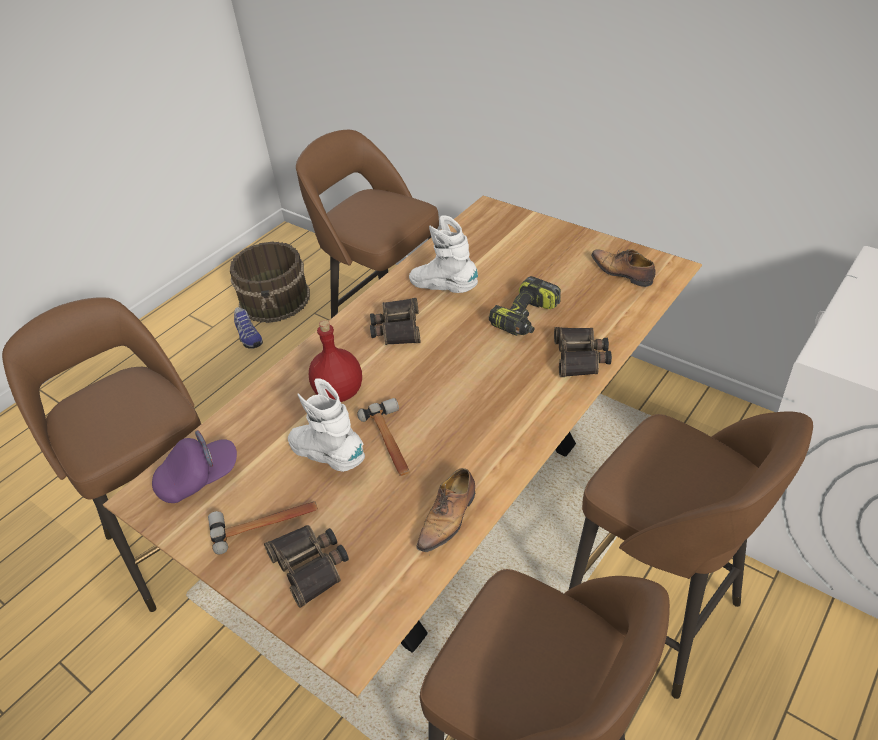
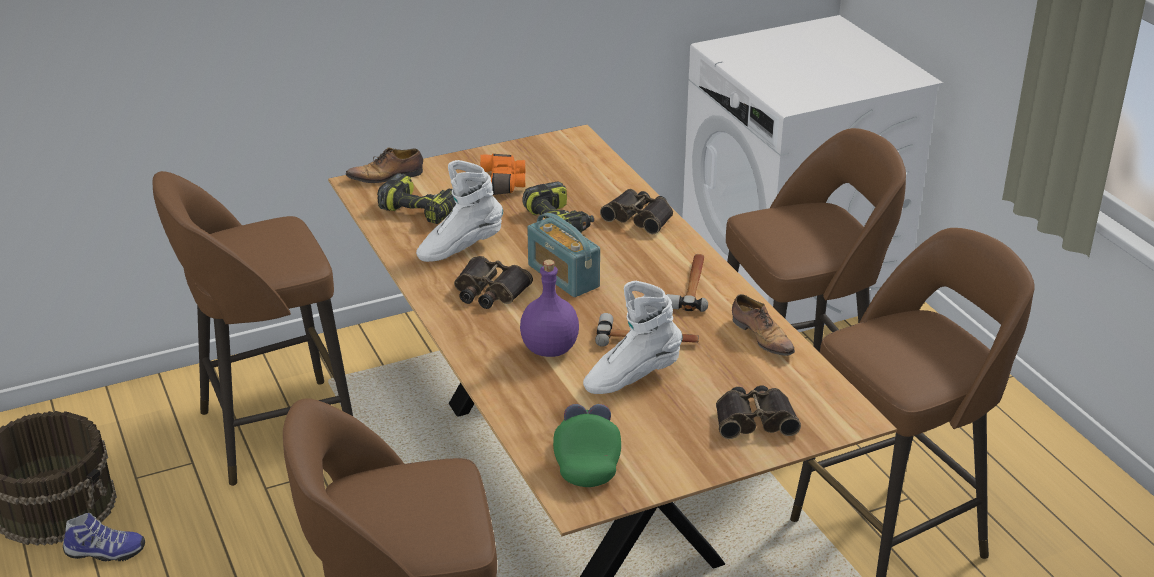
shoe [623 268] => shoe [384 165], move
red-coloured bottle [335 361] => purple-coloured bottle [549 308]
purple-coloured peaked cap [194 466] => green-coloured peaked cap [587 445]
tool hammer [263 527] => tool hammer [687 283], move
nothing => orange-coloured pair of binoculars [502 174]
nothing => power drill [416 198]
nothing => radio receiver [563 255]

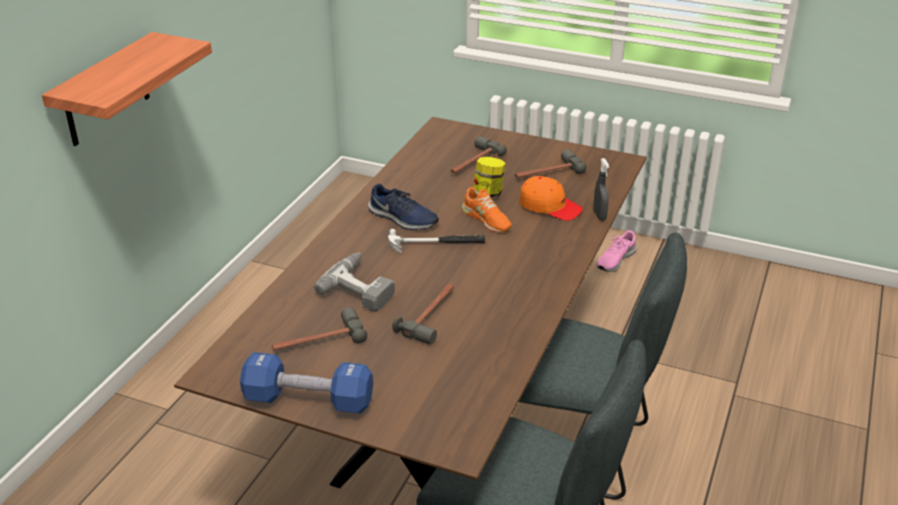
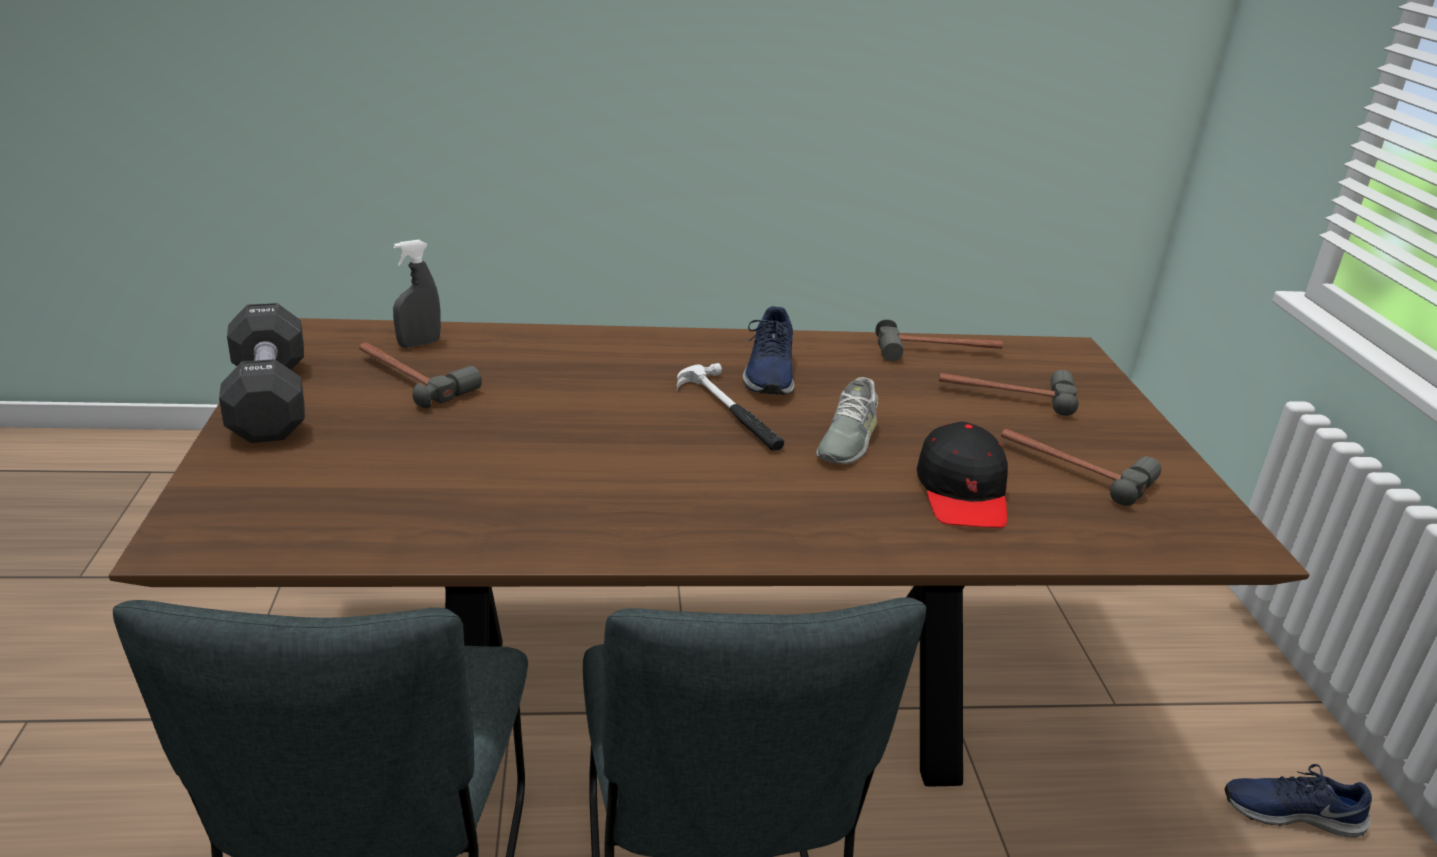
wall shelf [127 89] => nothing
preserve jar [489 177] => nothing
greyish hand sprayer [601 189] => greyish hand sprayer [417 294], move
orange-coloured peaked cap [551 198] => blackish peaked cap [962 475]
orange-coloured shoe [487 209] => greyish shoe [847 420]
pink shoe [617 251] => blue-coloured shoe [1298 801]
power drill [354 282] => nothing
tool hammer [423 314] => tool hammer [939 340], move
blue-coloured free weight [306 383] => blackish free weight [262 373]

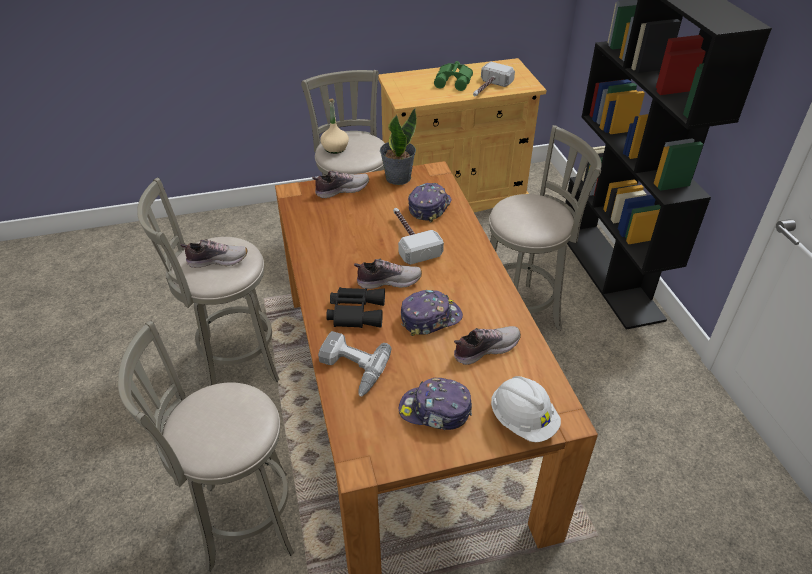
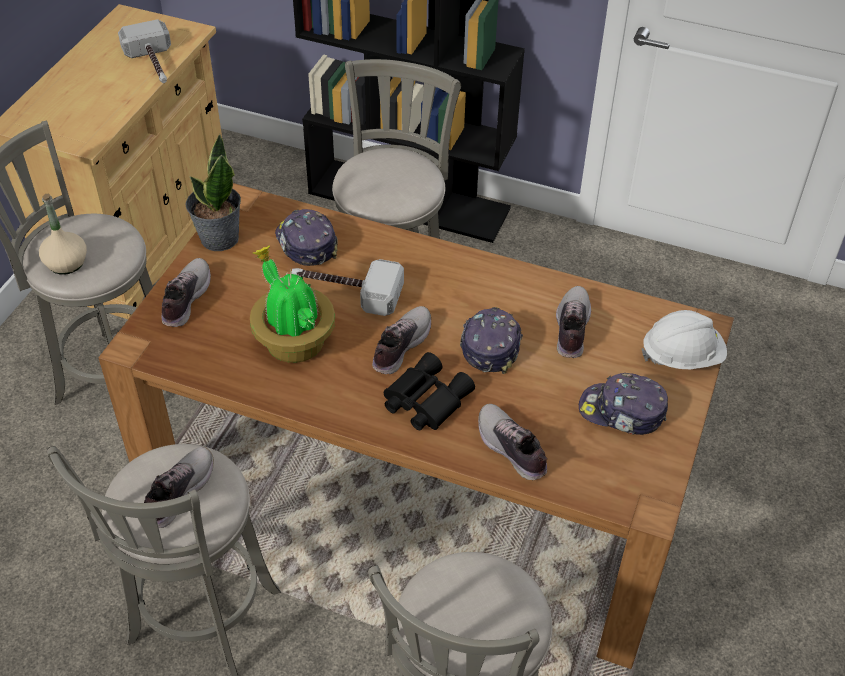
green-coloured pair of binoculars [453 76] => nothing
power drill [354 363] => shoe [512 442]
peaked cap [435 404] => peaked cap [623 404], 60 degrees clockwise
nothing => plant in a pot [292 304]

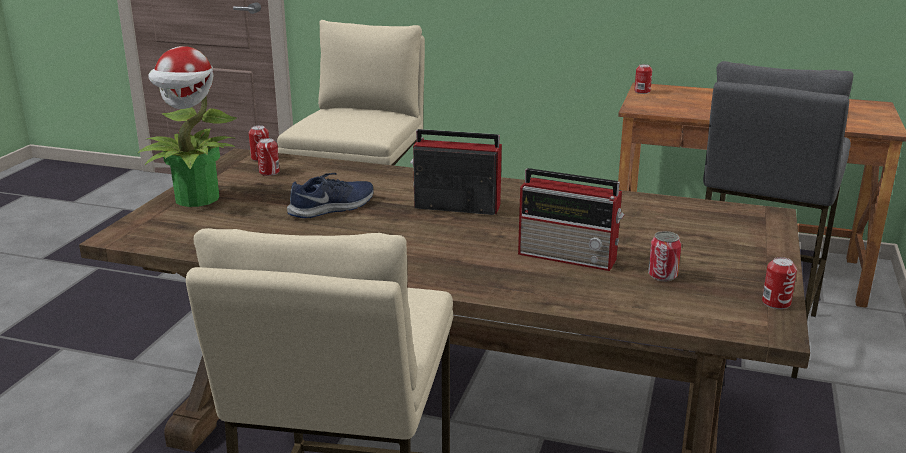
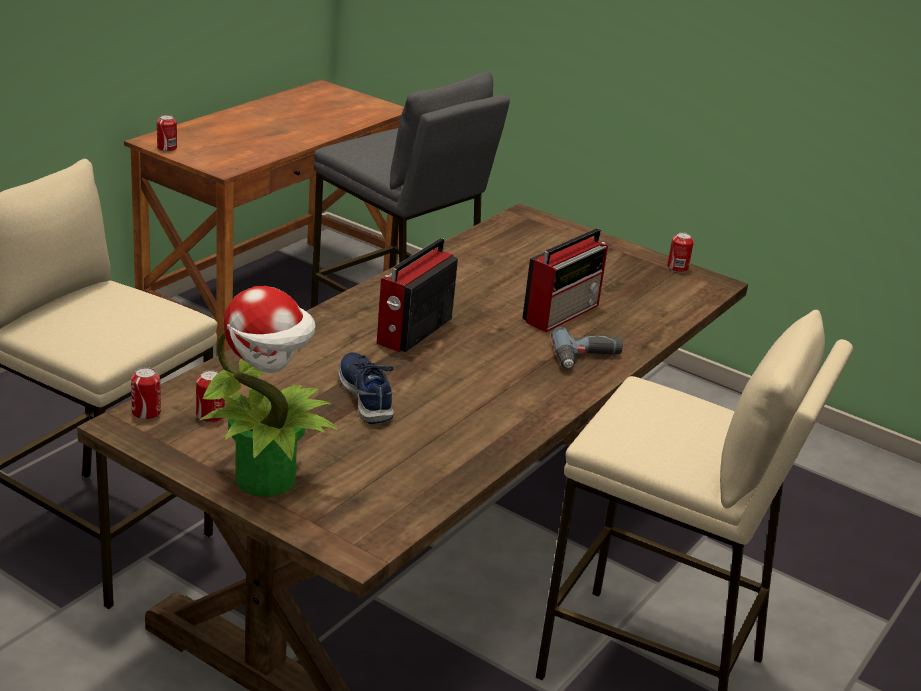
metal can [664 256] => nothing
nothing => power drill [587 348]

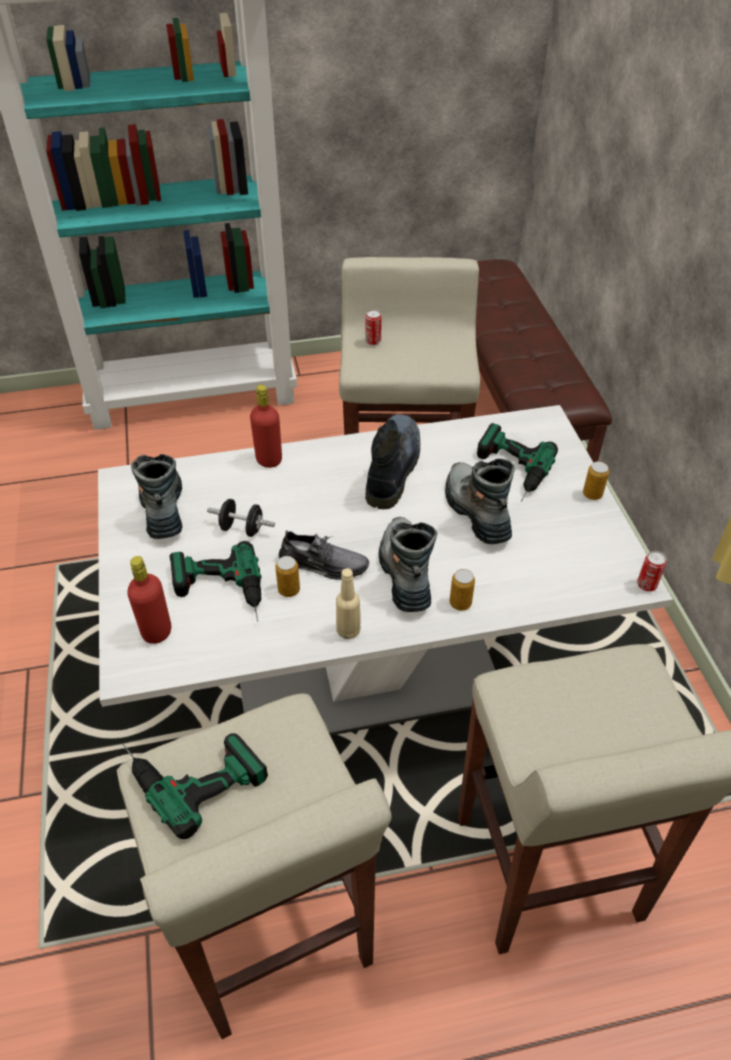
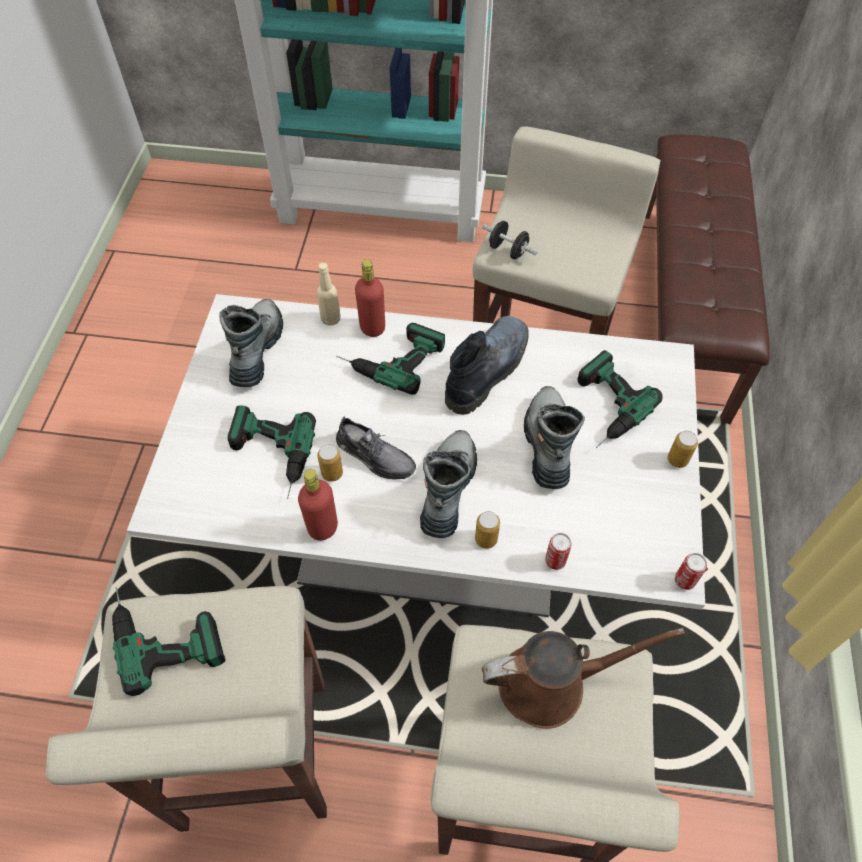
metal can [373 327] => metal can [558 551], move
blackish free weight [241 518] => blackish free weight [510 240], move
red-coloured bottle [149 600] => red-coloured bottle [318 505], move
beige bottle [348 603] => beige bottle [329 294], move
nothing => power drill [390 359]
nothing => brown-coloured watering pot [583 678]

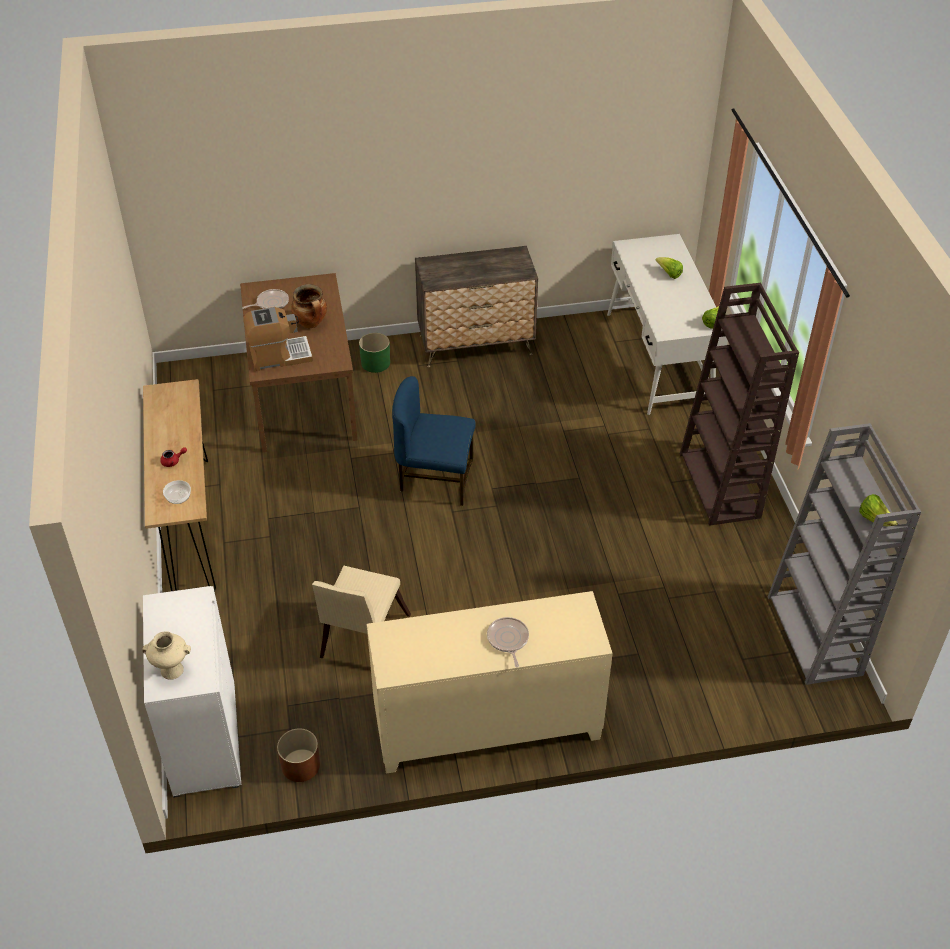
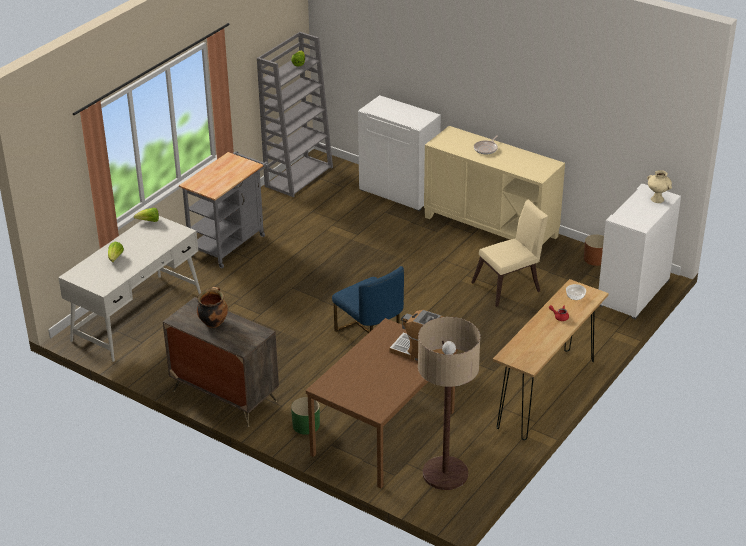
brown-coloured bookshelf [739 404] => greyish wheeled cart [224 209]
stockpot [309 306] => stockpot [212 307], move
skillet [265 299] => nothing
nothing => white storage cabinet [399 153]
nothing => standing lamp [449 403]

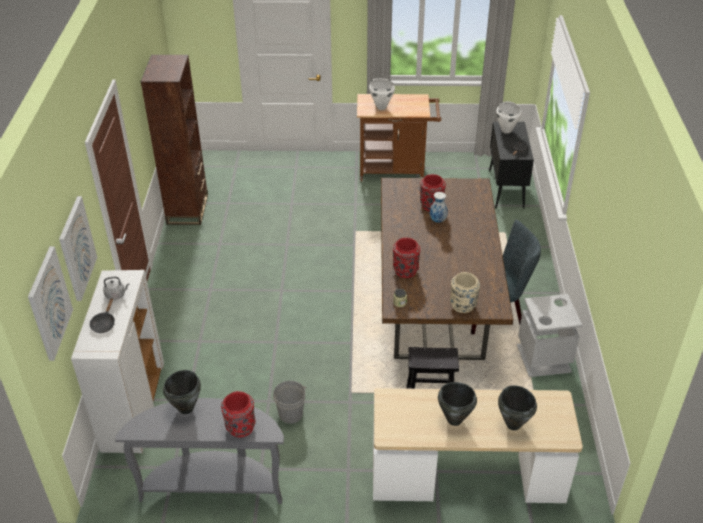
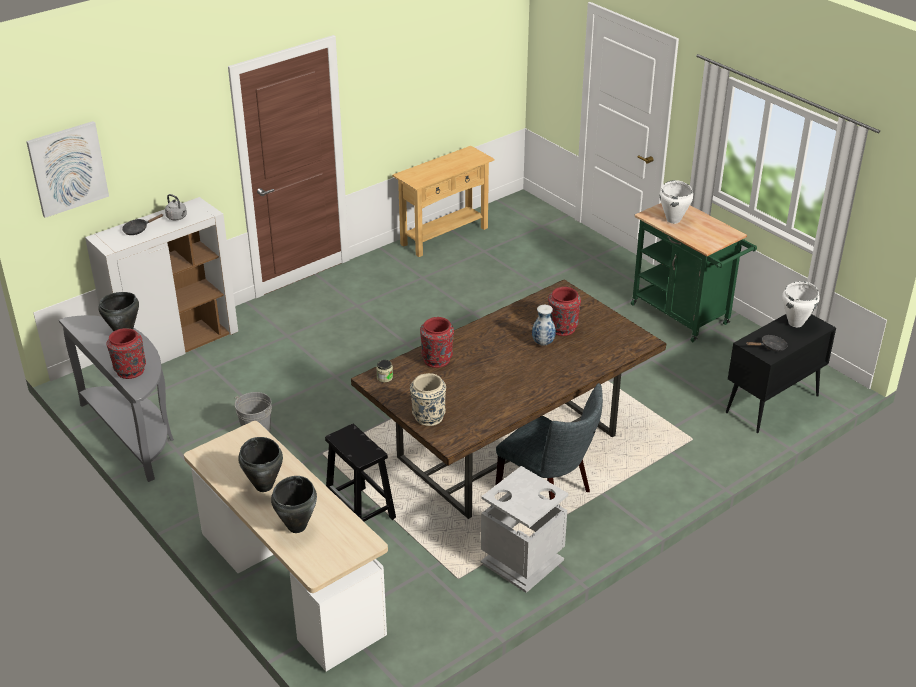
brown-coloured bookshelf [174 140] => beige hall table [443 201]
brown-coloured wheeled cart [399 137] => green-coloured wheeled cart [694 272]
picture [78 248] => nothing

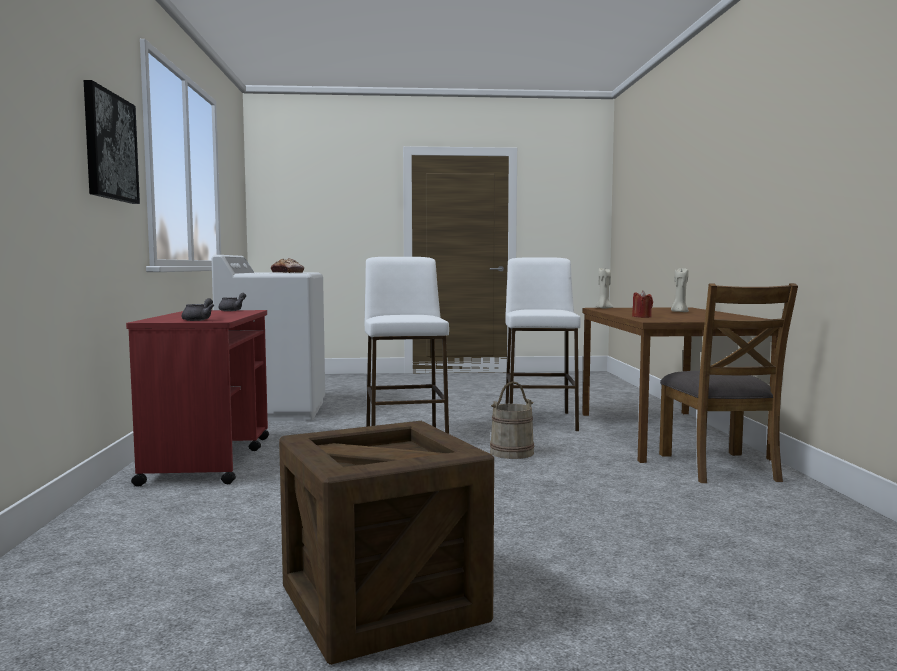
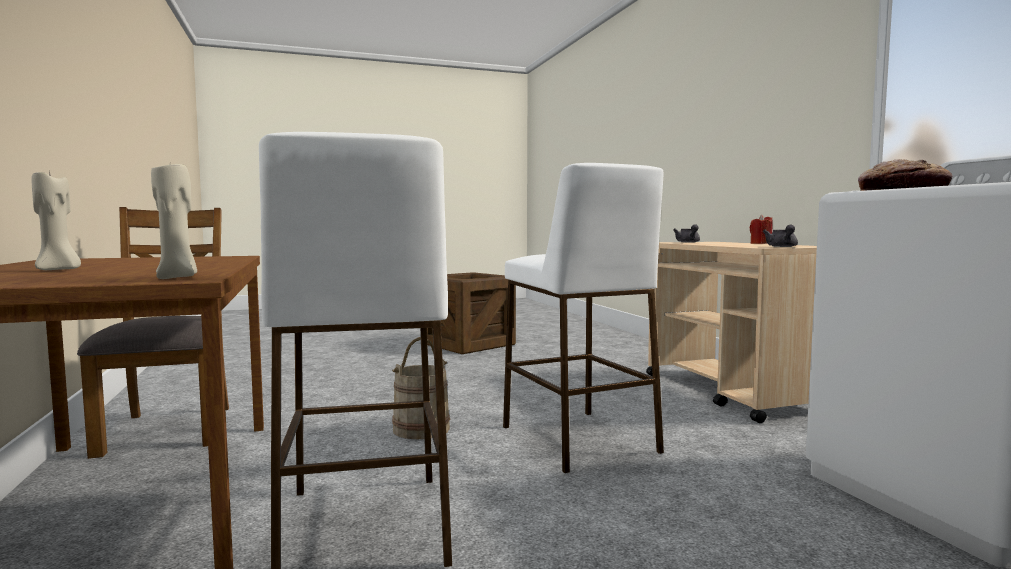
picture [112 142] => nothing
red-coloured wax light [642 304] => red-coloured wax light [761 229], move
red-coloured wheeled cart [197 398] => beige wheeled cart [731 332]

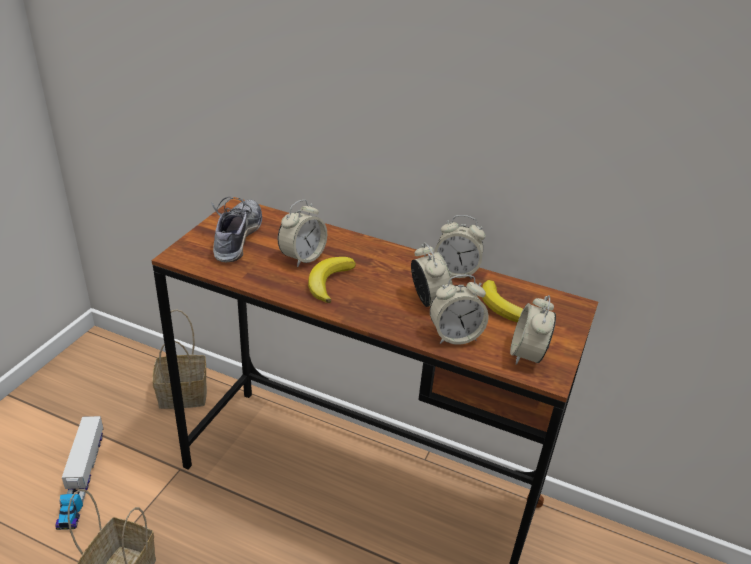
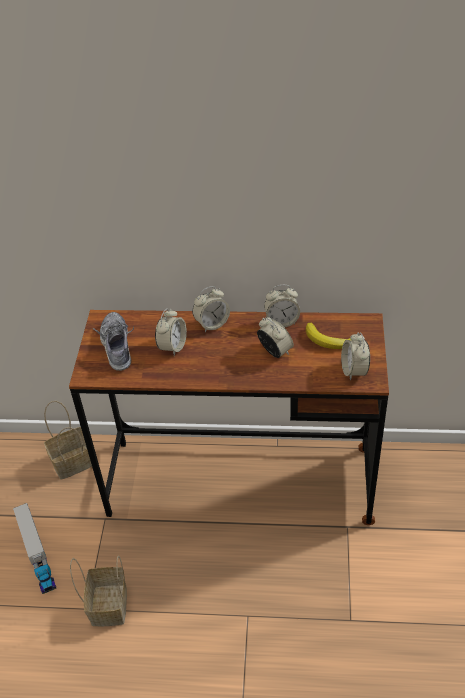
banana [332 280] => nothing
bedside clock [459 310] => bedside clock [211 309], move

